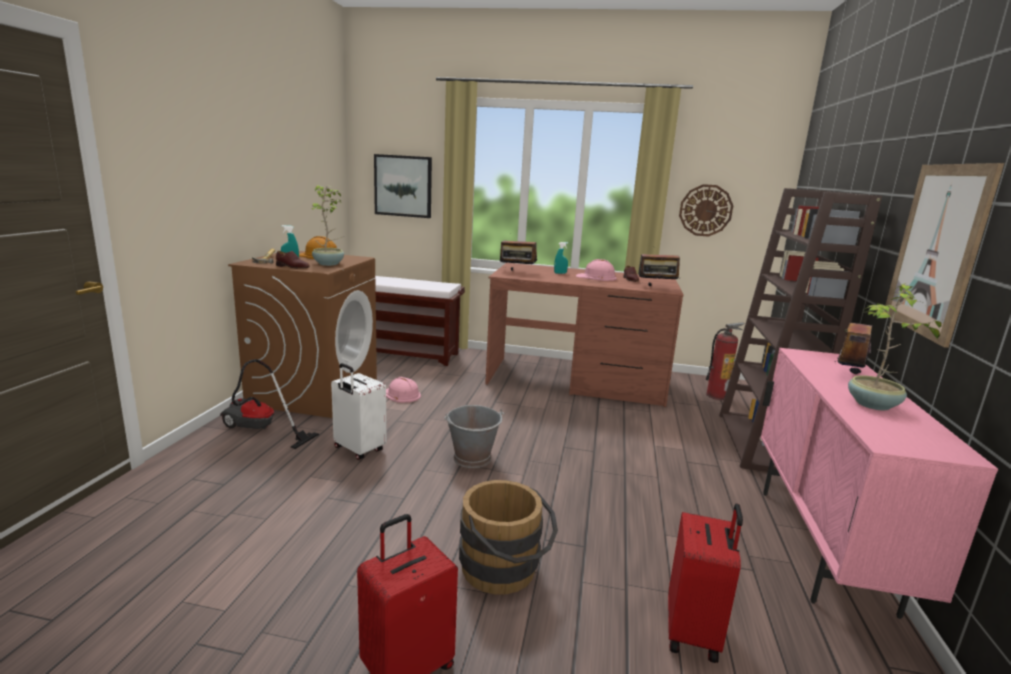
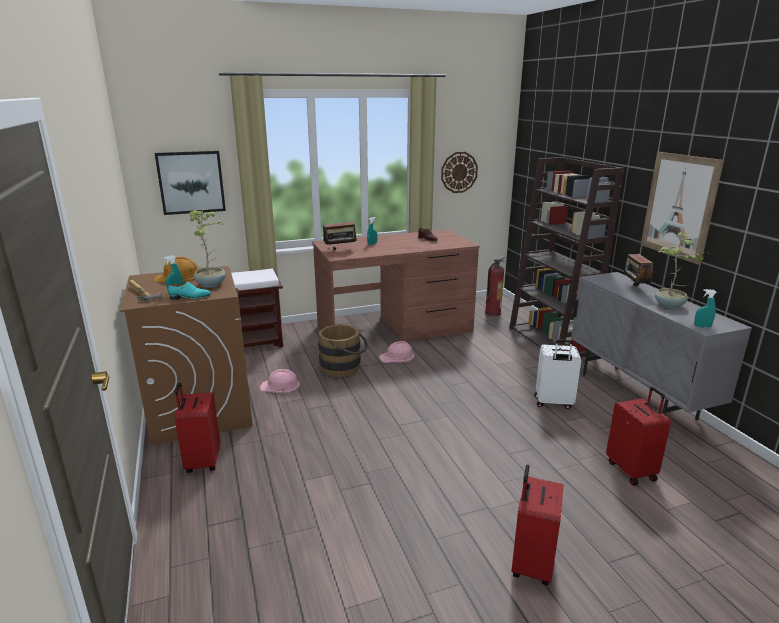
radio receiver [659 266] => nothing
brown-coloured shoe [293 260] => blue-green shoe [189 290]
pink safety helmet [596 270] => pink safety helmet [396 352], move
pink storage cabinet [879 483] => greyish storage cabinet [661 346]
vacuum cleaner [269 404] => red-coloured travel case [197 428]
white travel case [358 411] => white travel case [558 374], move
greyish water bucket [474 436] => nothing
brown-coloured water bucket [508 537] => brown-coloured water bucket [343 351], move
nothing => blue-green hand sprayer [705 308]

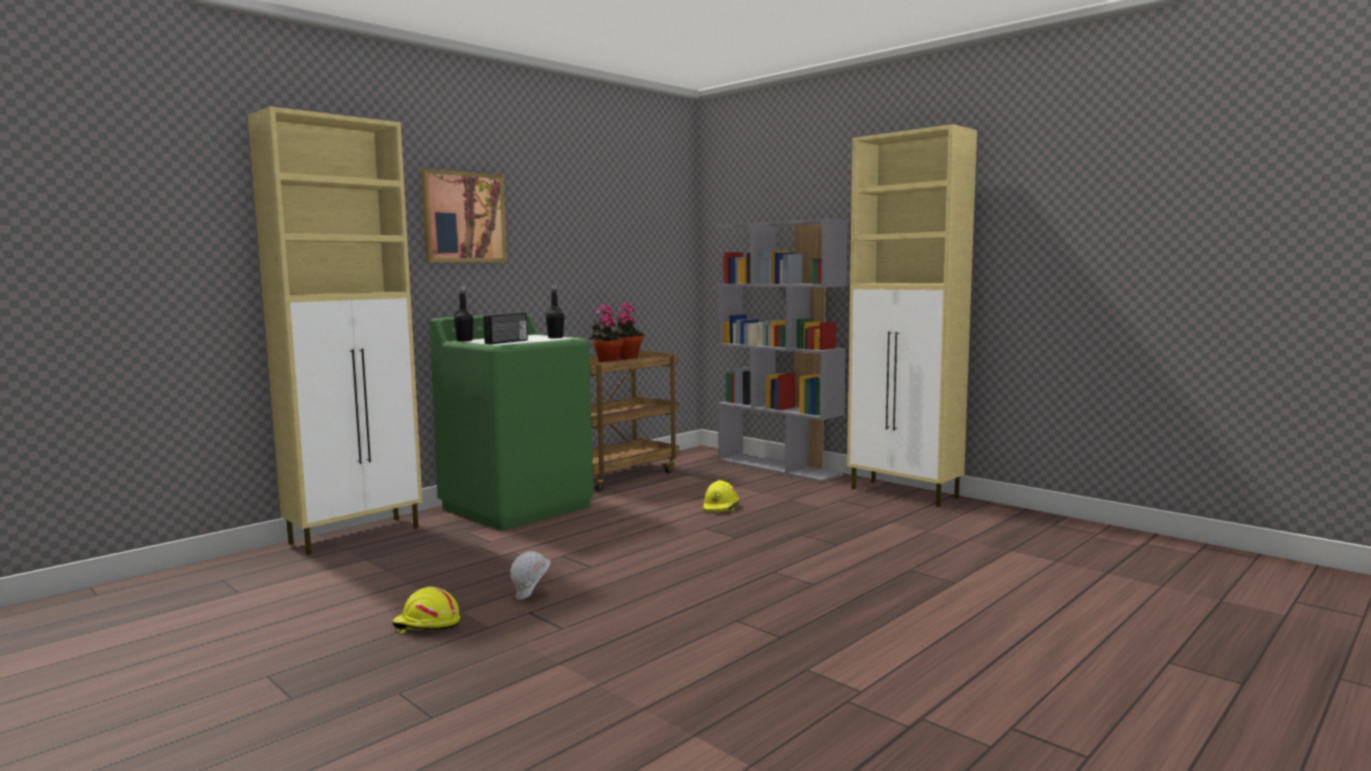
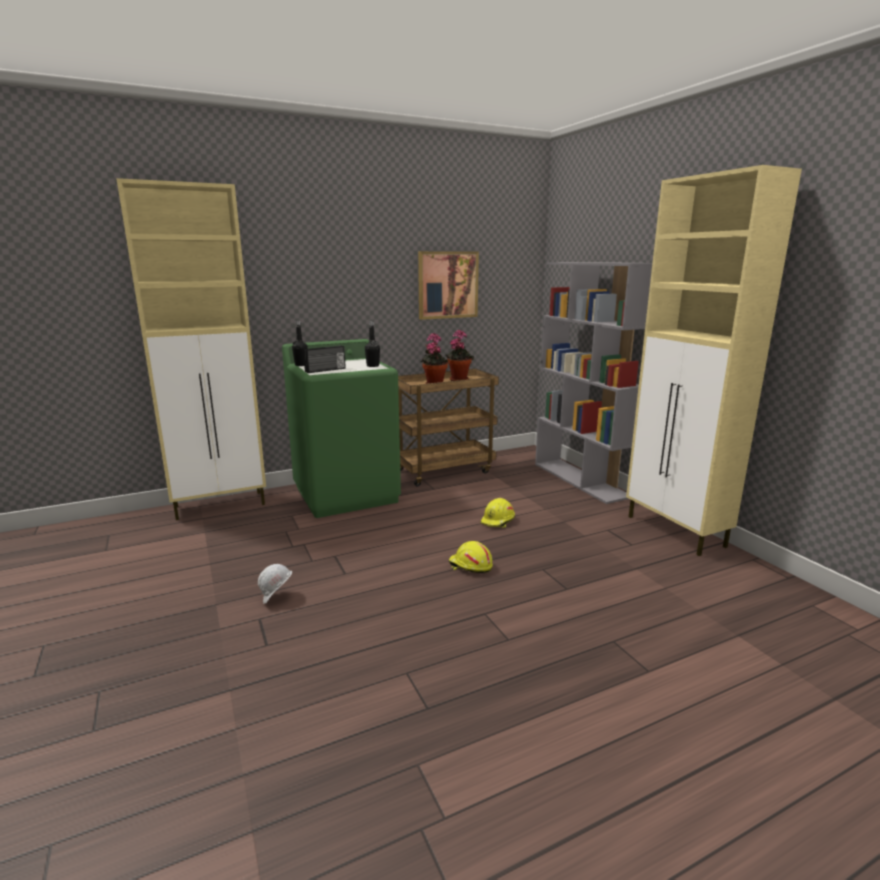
picture [464 215] => picture [448 285], move
yellow safety helmet [426 610] => yellow safety helmet [471 557], move

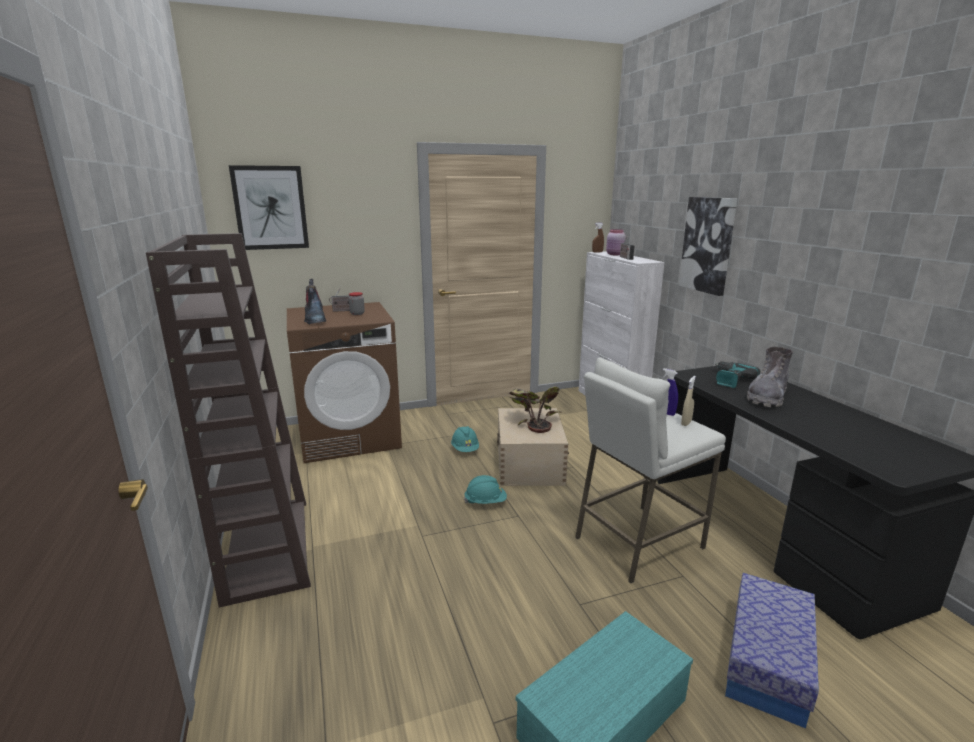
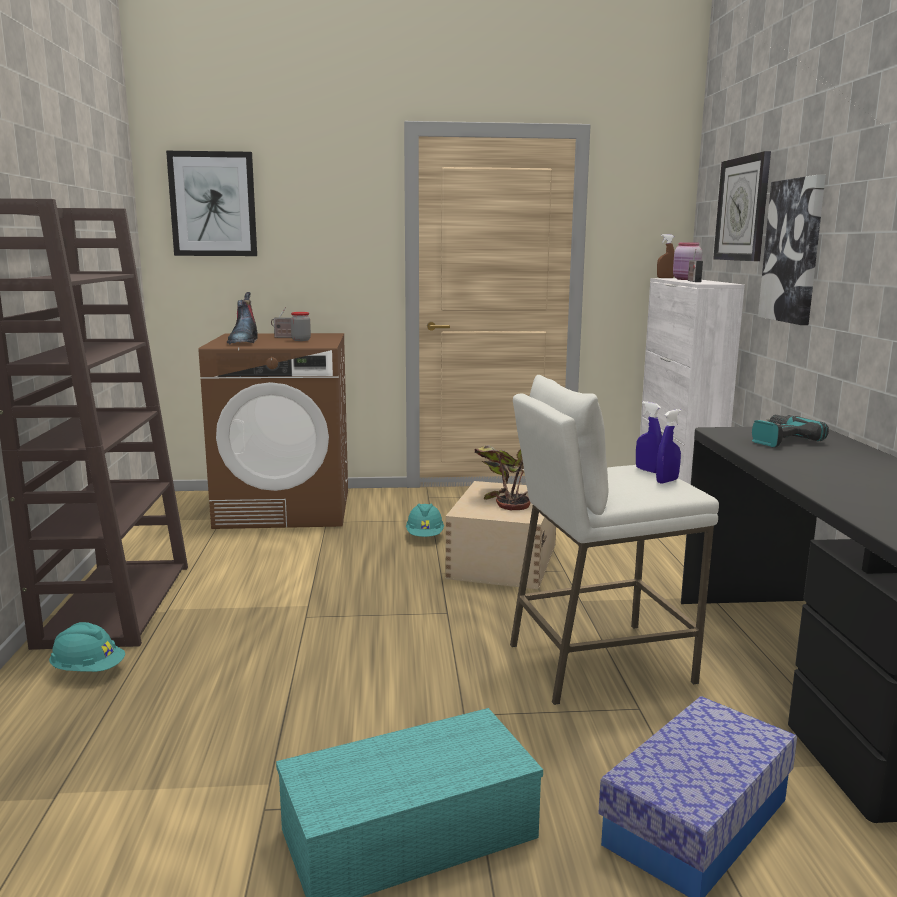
greyish boot [770 377] => nothing
beige hand sprayer [688 401] => blue-coloured hand sprayer [668 446]
blue-green safety helmet [485 489] => blue-green safety helmet [87 647], move
nothing => hanging clock [742 206]

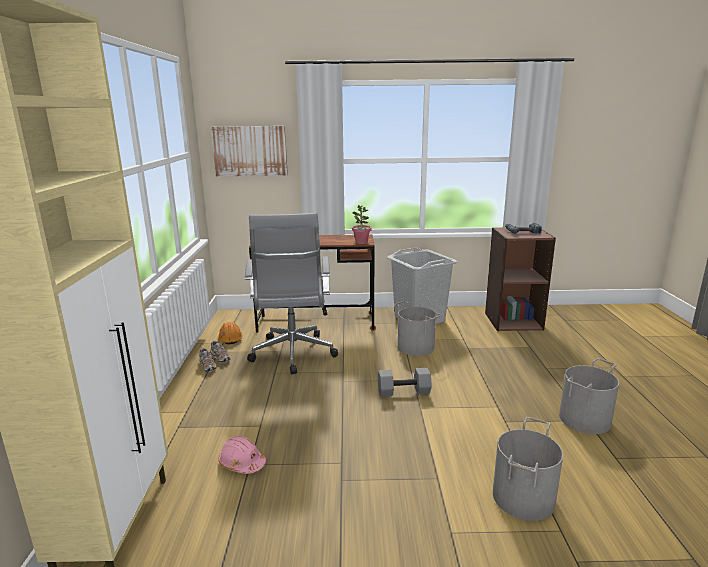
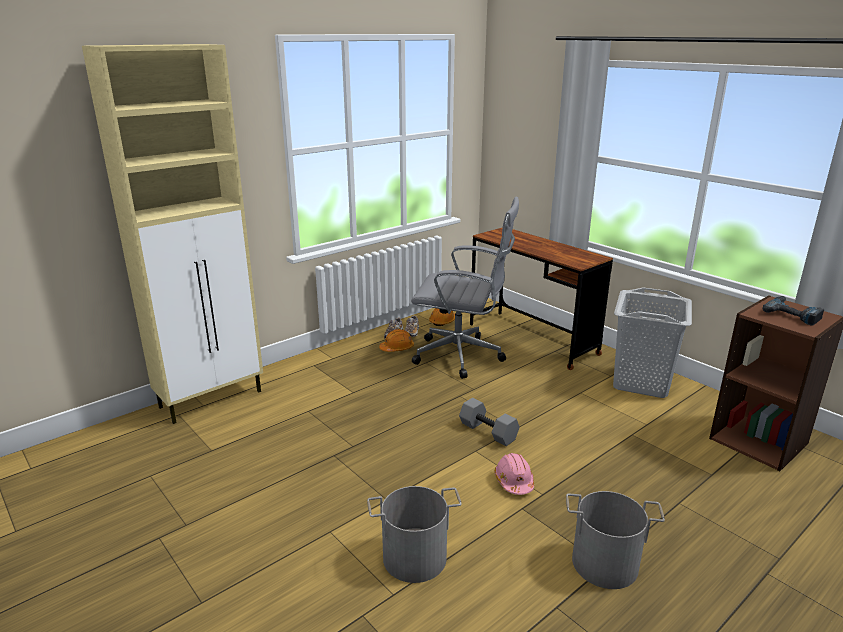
picture [249 151] => nothing
plant in a pot [361 224] => nothing
greyish office chair [291 293] => greyish office chair [465 287], 120 degrees counterclockwise
greyish water bucket [418 328] => nothing
pink safety helmet [242 455] => pink safety helmet [514 474], move
nothing => orange-coloured safety helmet [396 340]

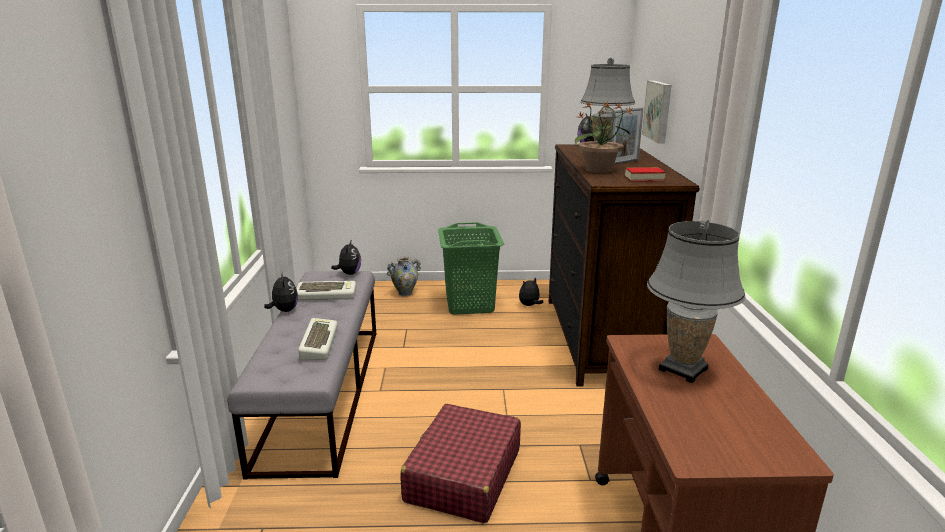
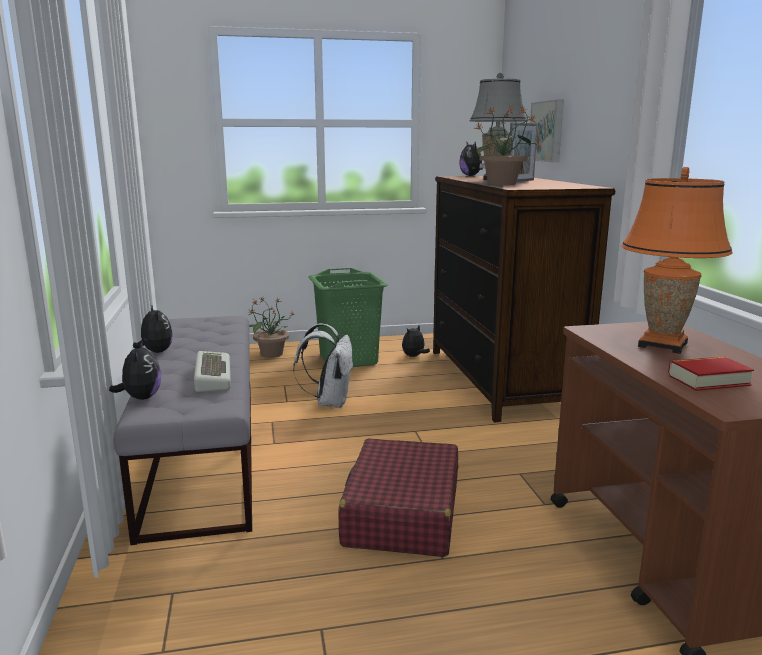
volume [645 174] => volume [711 373], move
greyish table lamp [696 301] => orange-coloured table lamp [677 260]
cuddly toy [346 257] => cuddly toy [135 370], move
decorative vase [404 276] => plant in a pot [271 327]
PC keyboard [326 291] => nothing
nothing => white backpack [323 365]

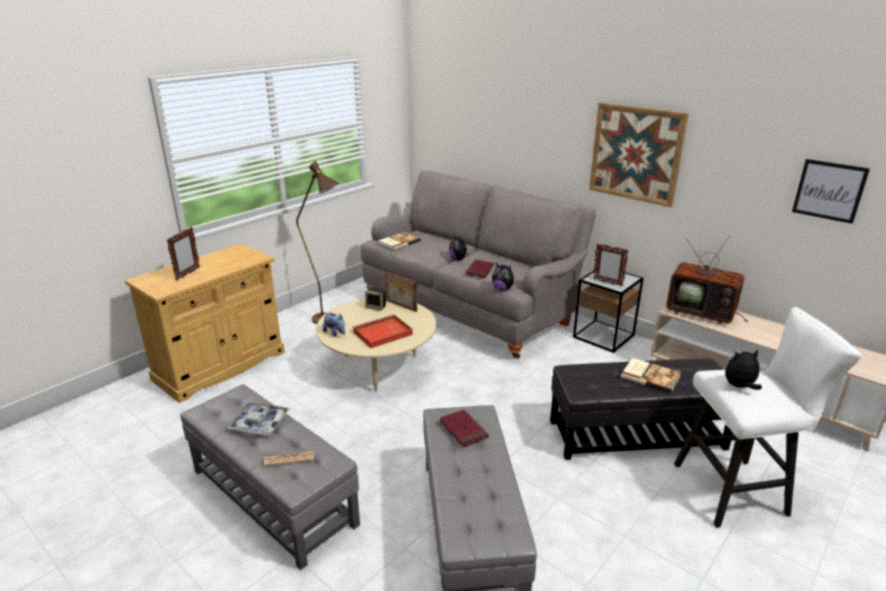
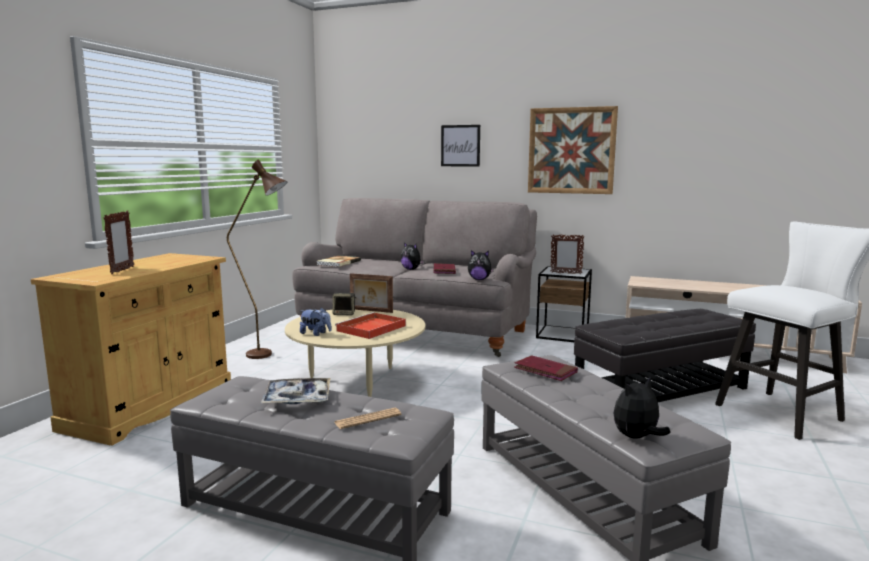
picture [831 191] => picture [460 146], move
television [707 280] => nothing
cuddly toy [743 370] => cuddly toy [642 408], move
volume [651 375] => nothing

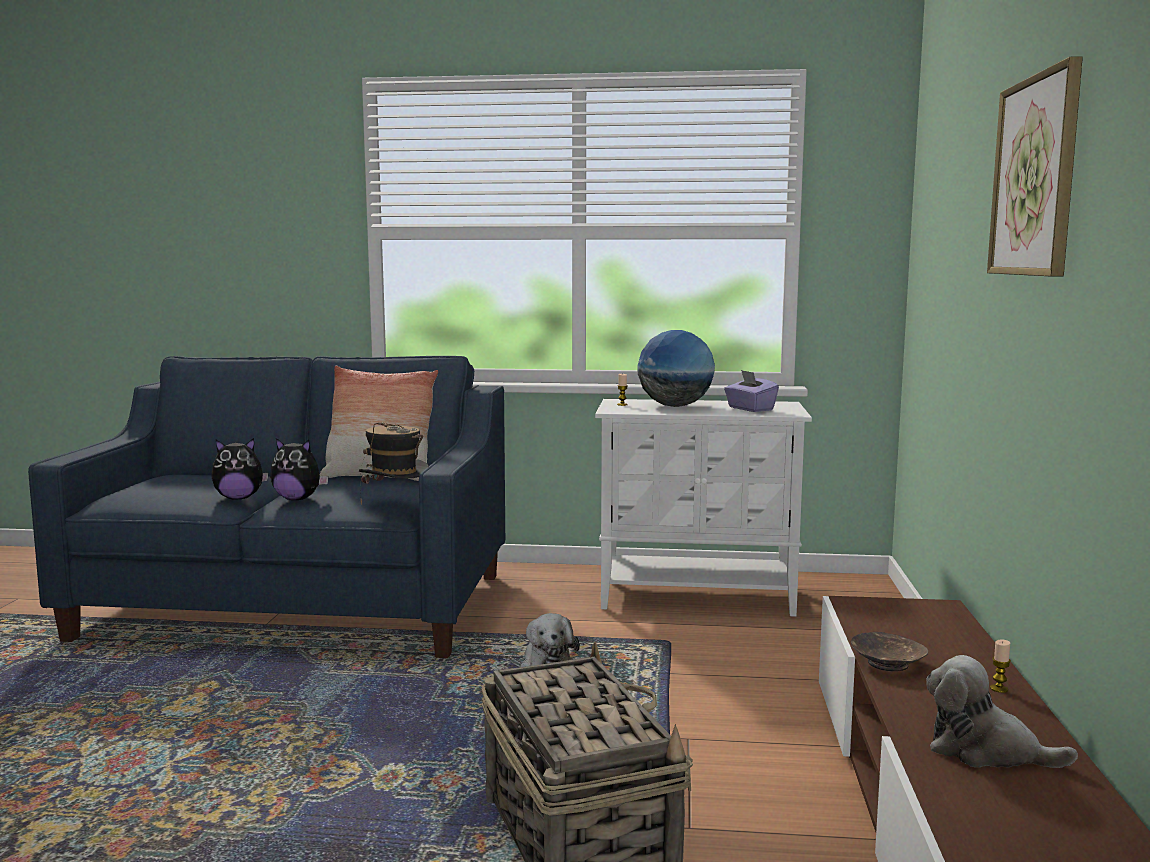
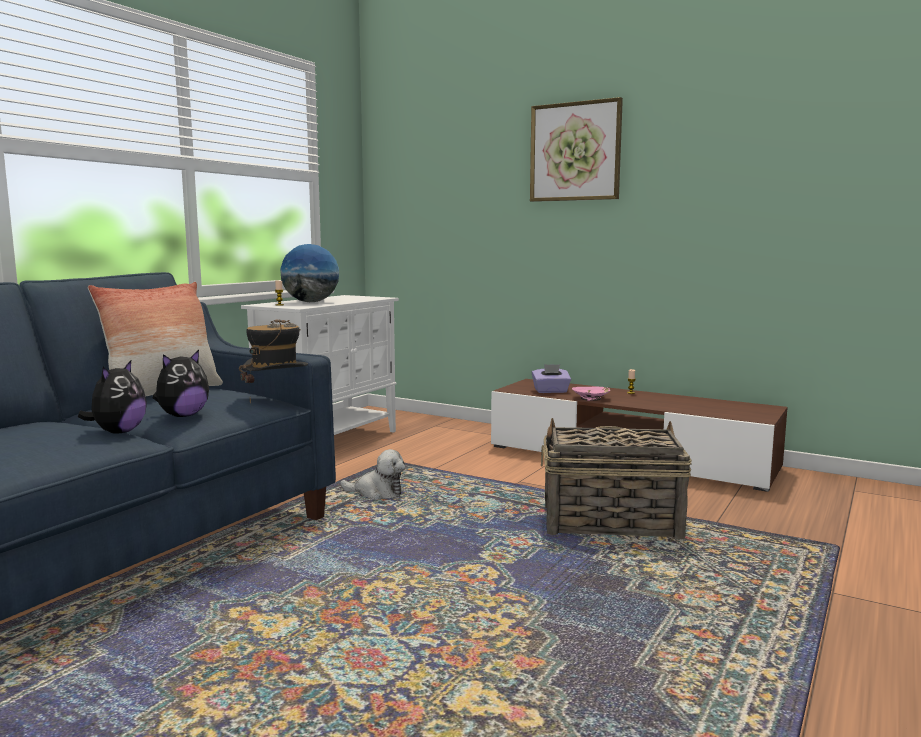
purple-coloured box of tissues [751 391] => purple-coloured box of tissues [551 378], move
brown-coloured deep dish [889 652] => pink deep dish [591 394]
cuddly toy [1002 711] => nothing

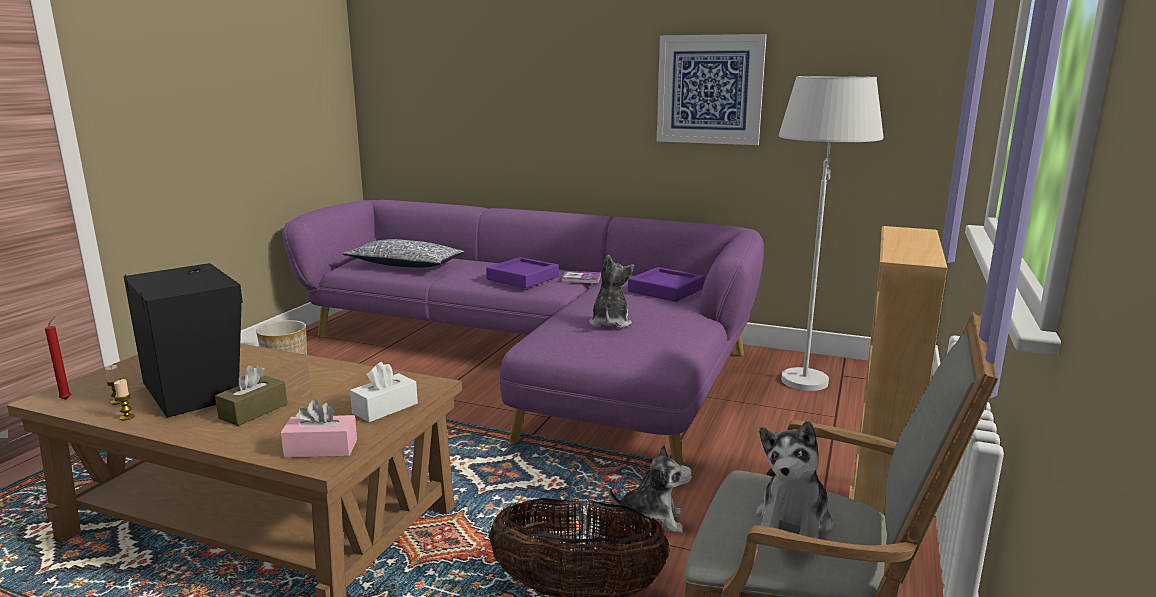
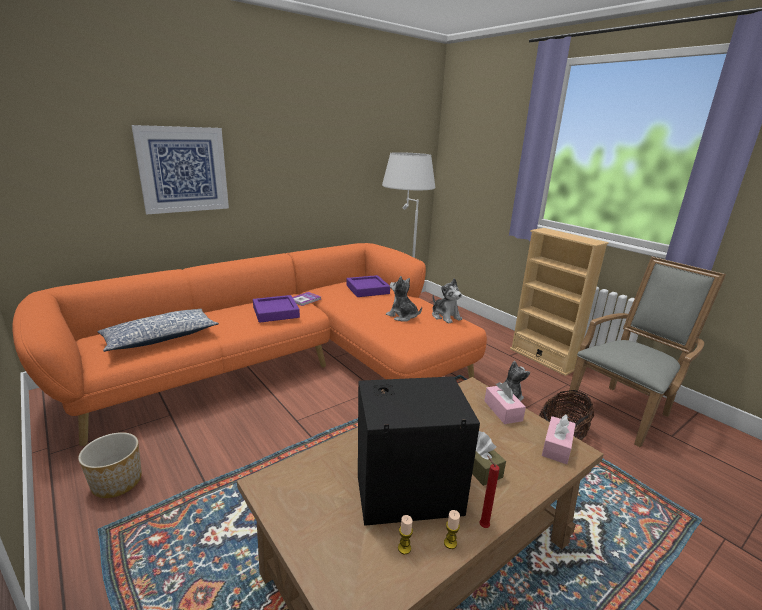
picture [712 89] => picture [180 169], move
purple-coloured settee [523 332] => orange-coloured settee [249 344]
red-coloured wax light [58 358] => red-coloured wax light [489 492], move
white box of tissues [384 392] => pink box of tissues [505 403]
cuddly toy [794 480] => cuddly toy [447 300], move

